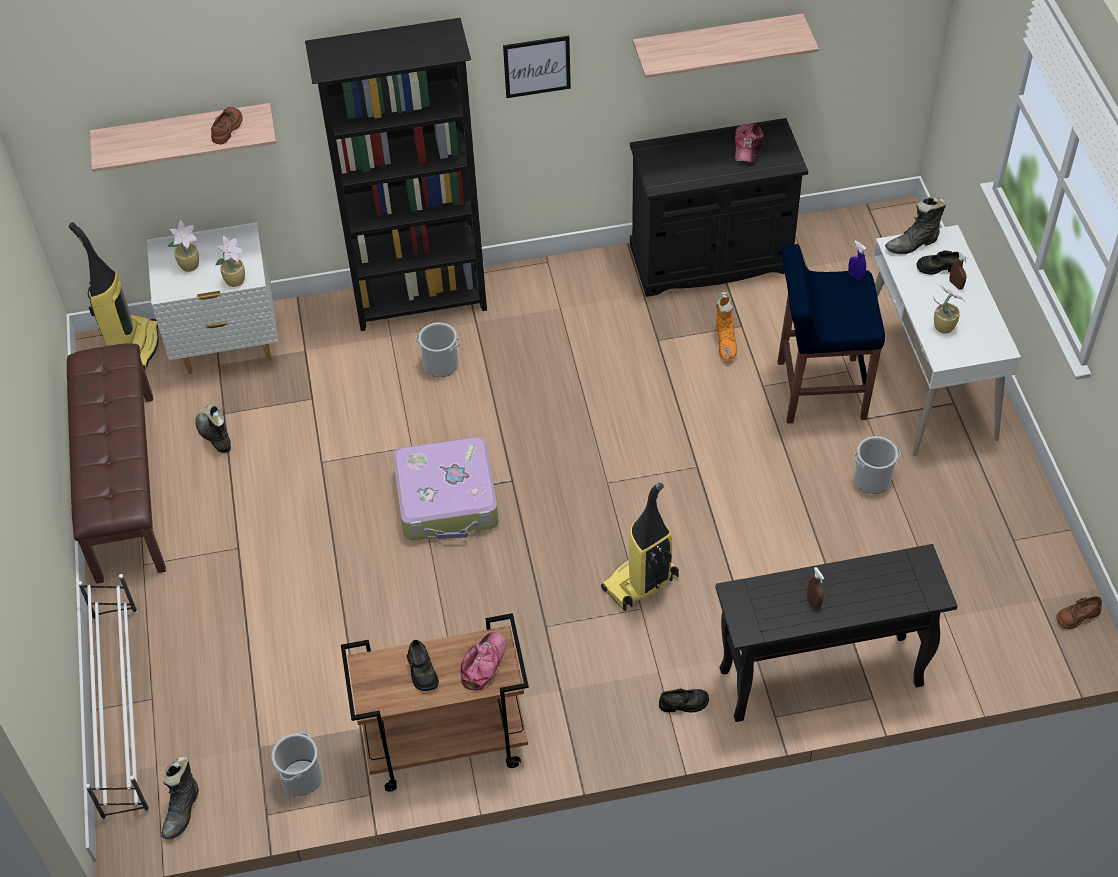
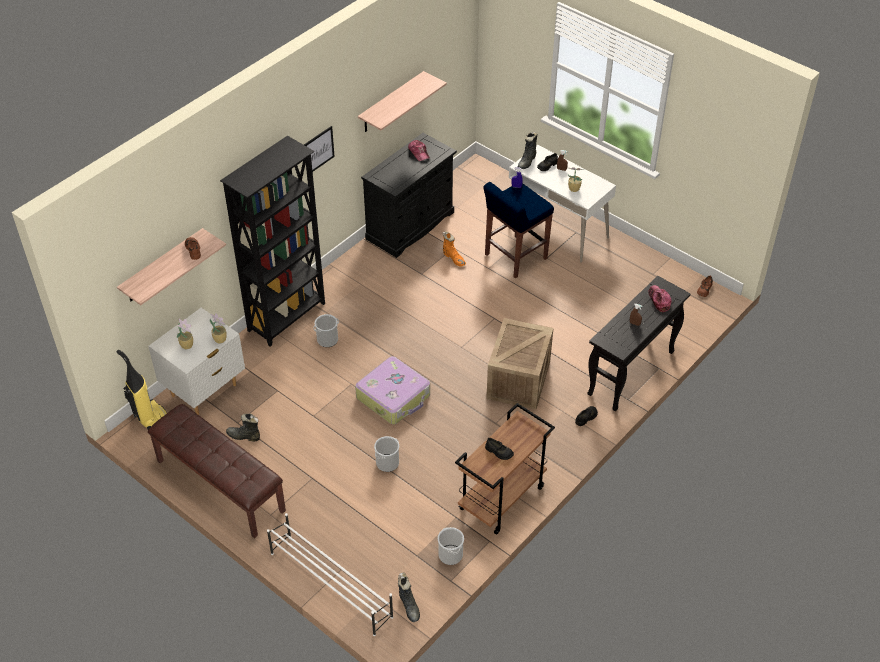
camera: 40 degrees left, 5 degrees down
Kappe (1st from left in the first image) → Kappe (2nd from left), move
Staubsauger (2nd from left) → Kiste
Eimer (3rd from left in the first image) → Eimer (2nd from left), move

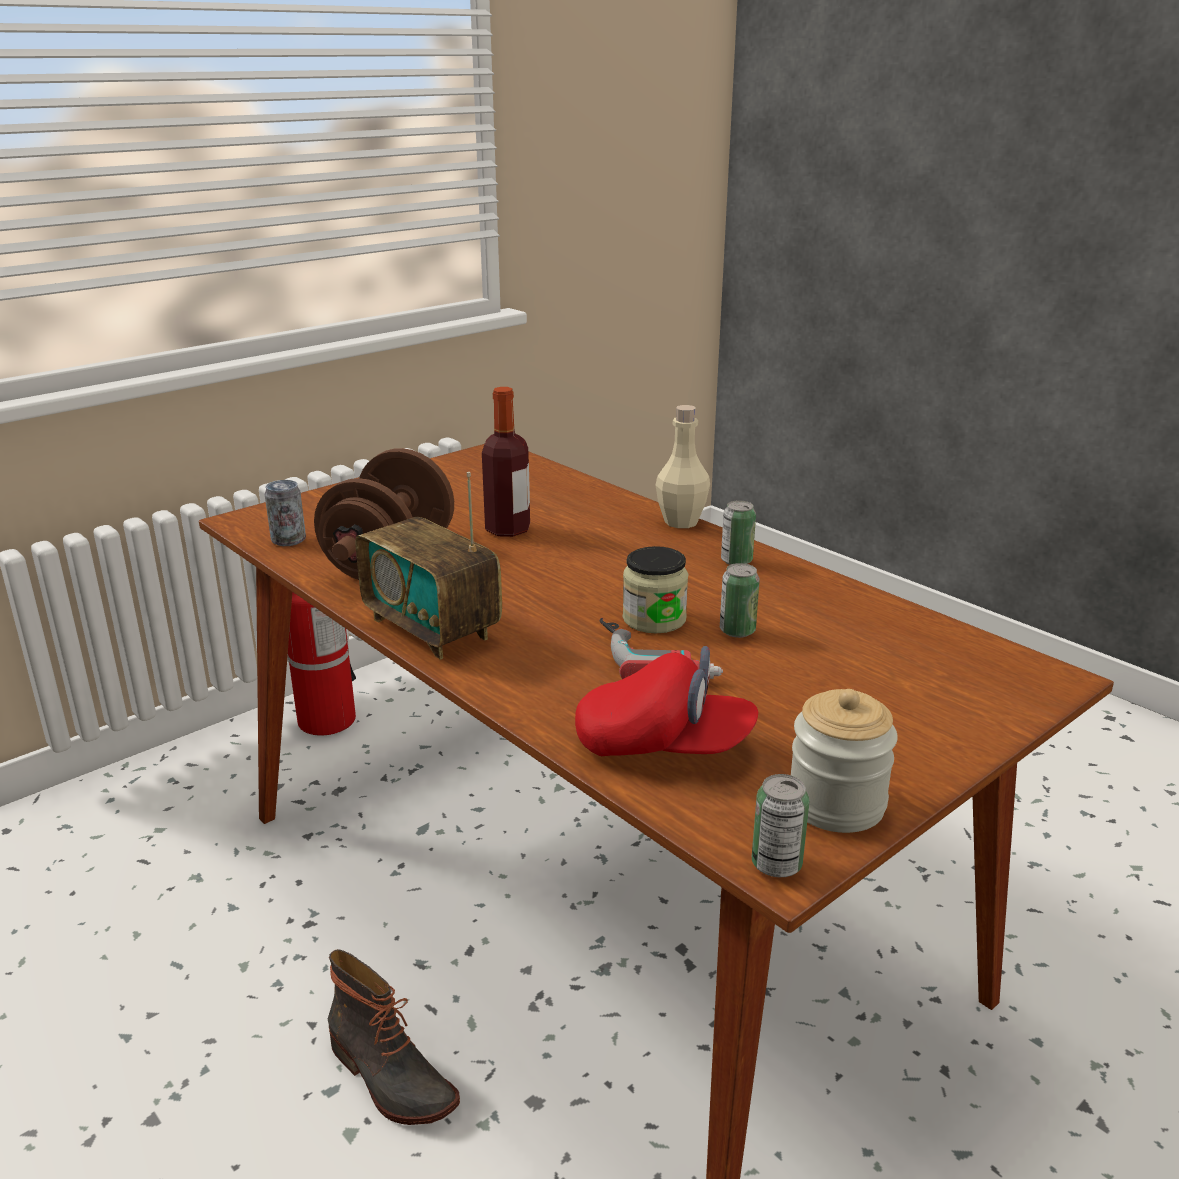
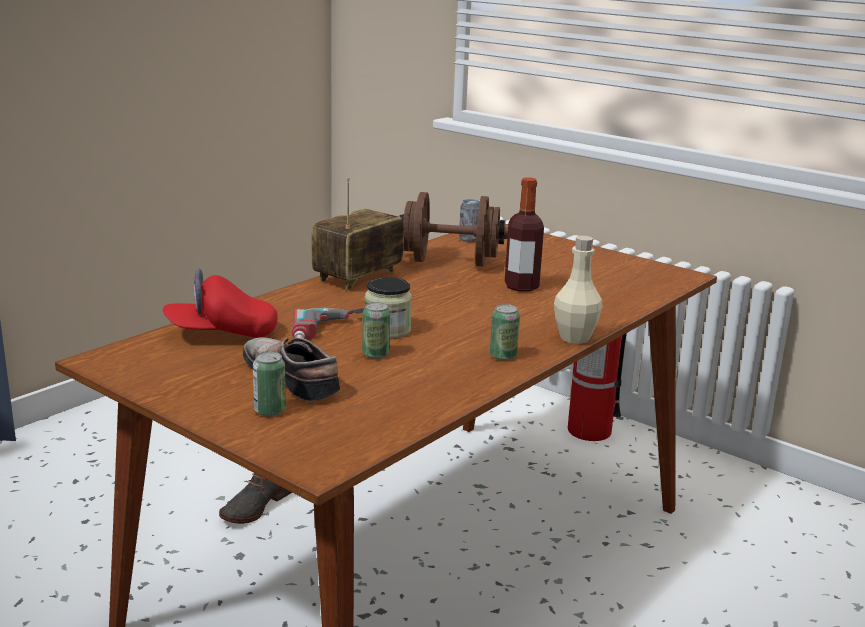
camera: 80 degrees right, 5 degrees down
Kappe/rot, 75 degrees clockwise
Dose (4th from left in the first image) → Dose (1st from left), move
Vorratsglas (2nd from left) → -
- → Schuh

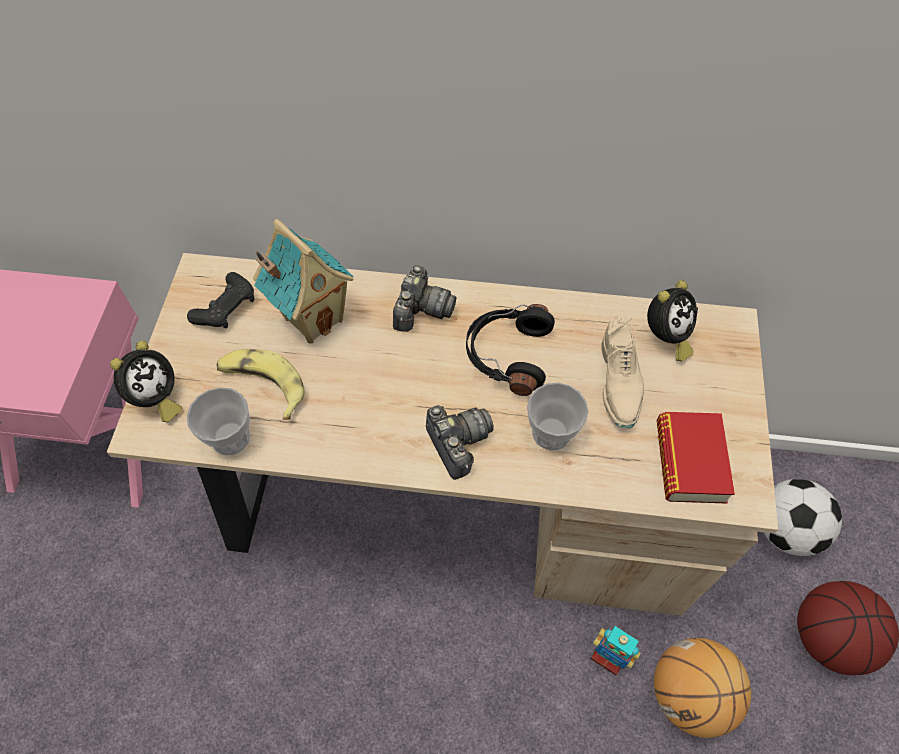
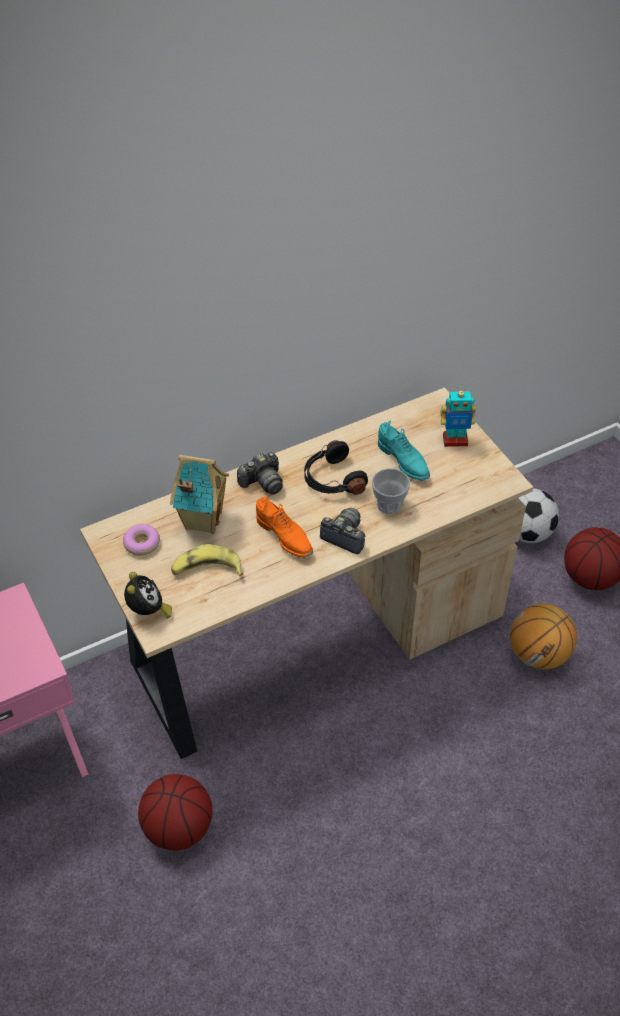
camera: 35 degrees left, 10 degrees down
Gamepad/schwarz → Donut
Tasse (1st from left) → -
Kamera (1st from left), 75 degrees clockwise
Spielzeugroboter, move
Schuh/beige → Schuh/türkis
Wecker (2nd from left) → -
Buch → -
- → Basketball (1st from left)
- → Schuh/orange

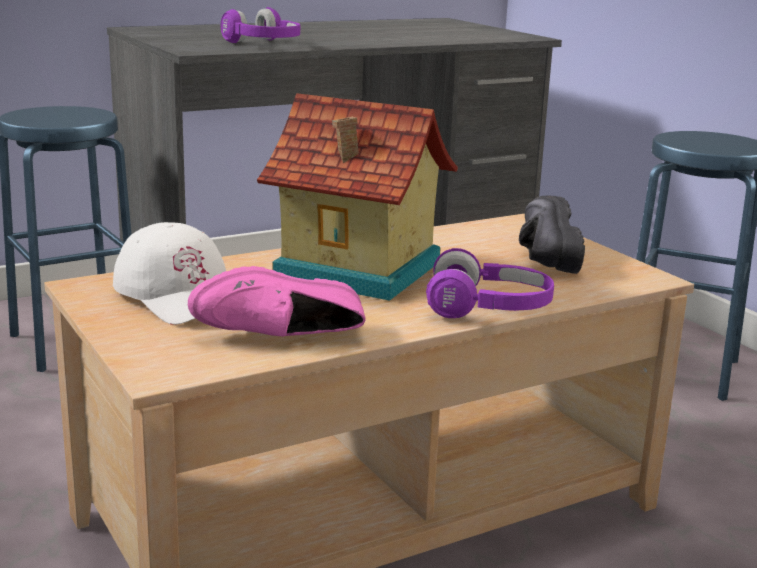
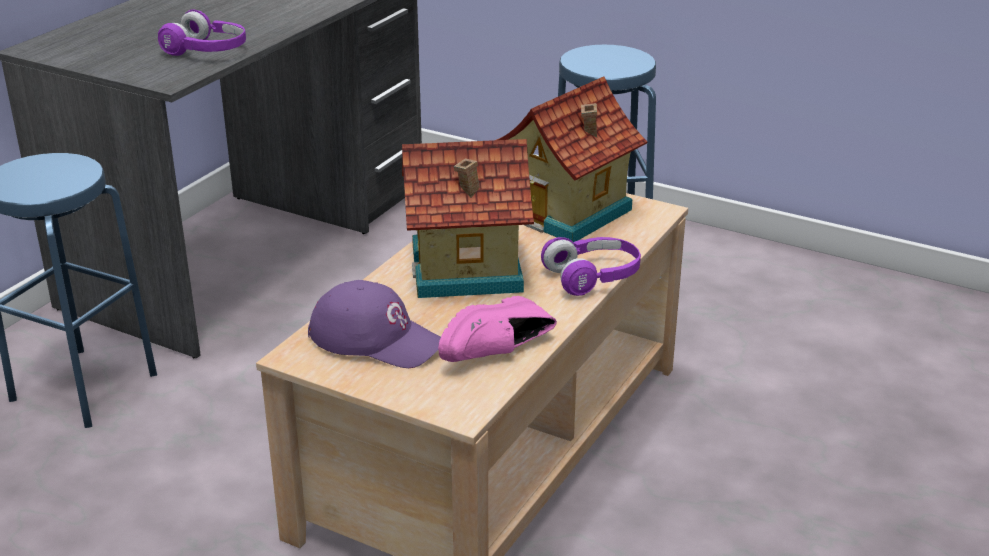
camera: 30 degrees left, 10 degrees up
Kappe/weiß → Kappe/lila
Schuh/schwarz → Spielzeughaus (2nd from left)

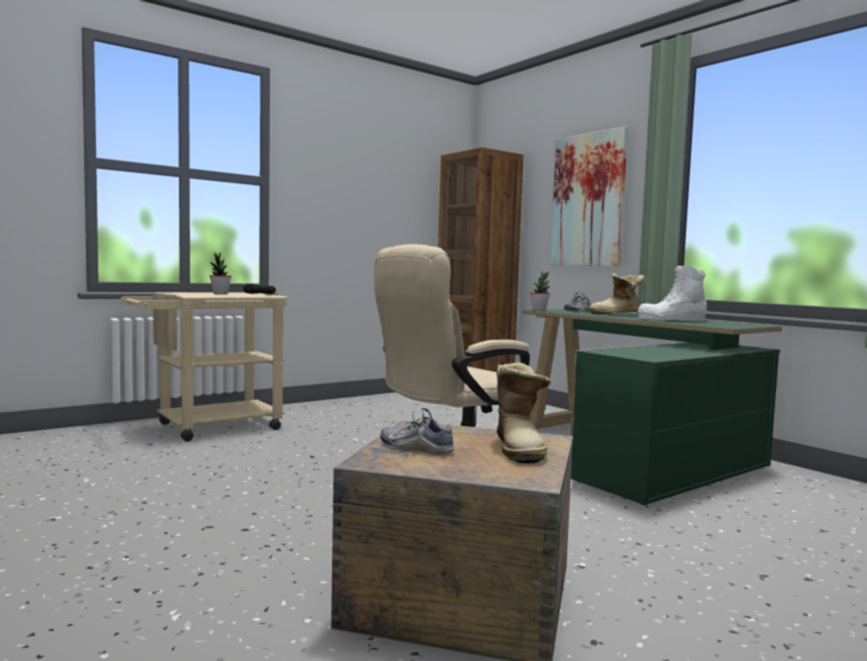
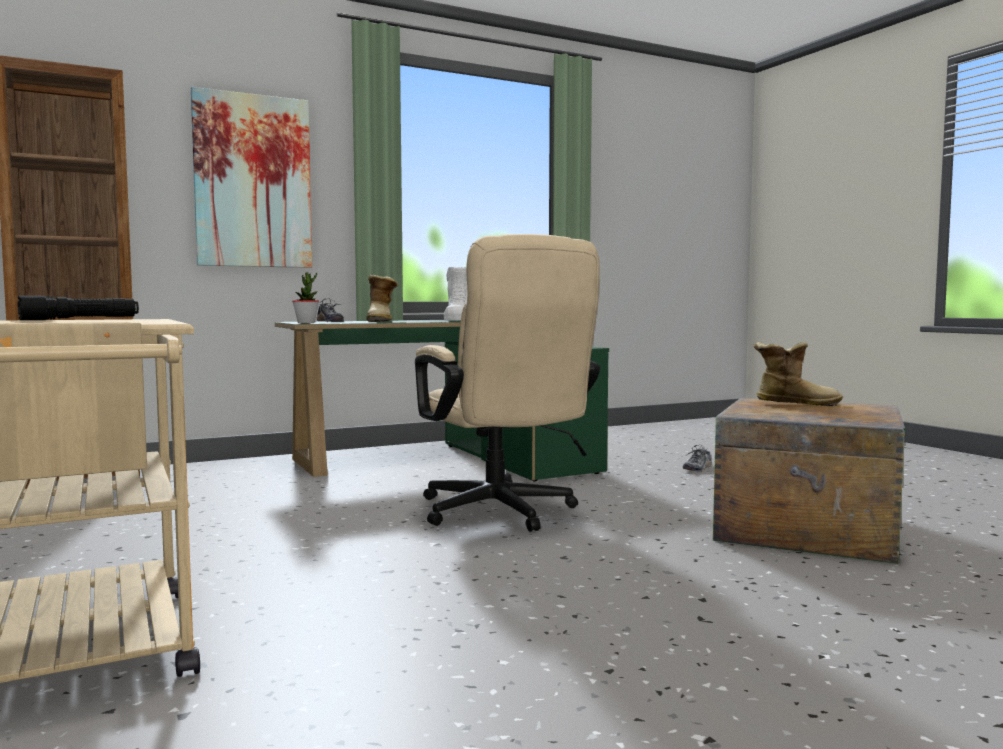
camera: 80 degrees left, 0 degrees up
Topfpflanze (1st from left) → -
Schuh (1st from left in the first image) → Schuh (2nd from left), move

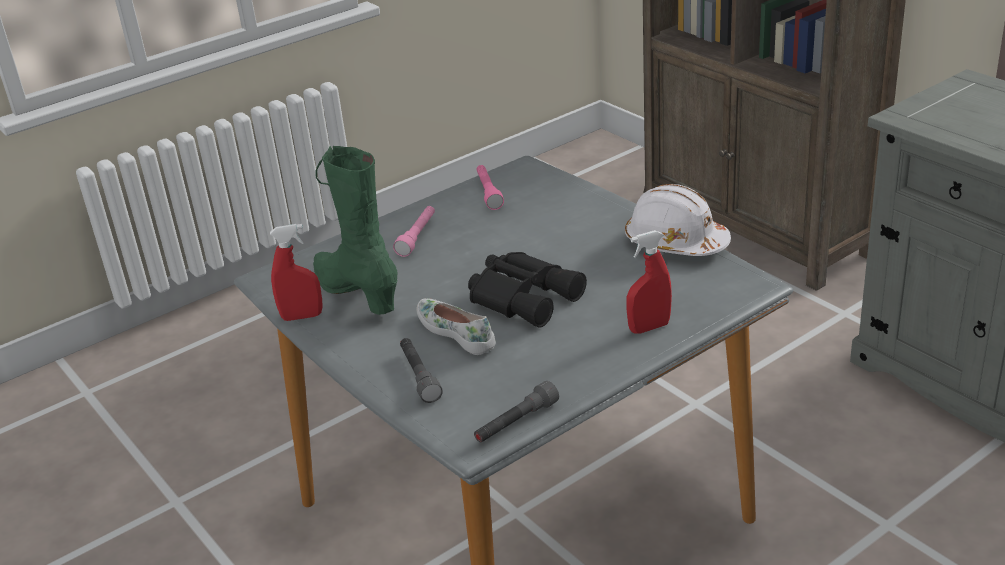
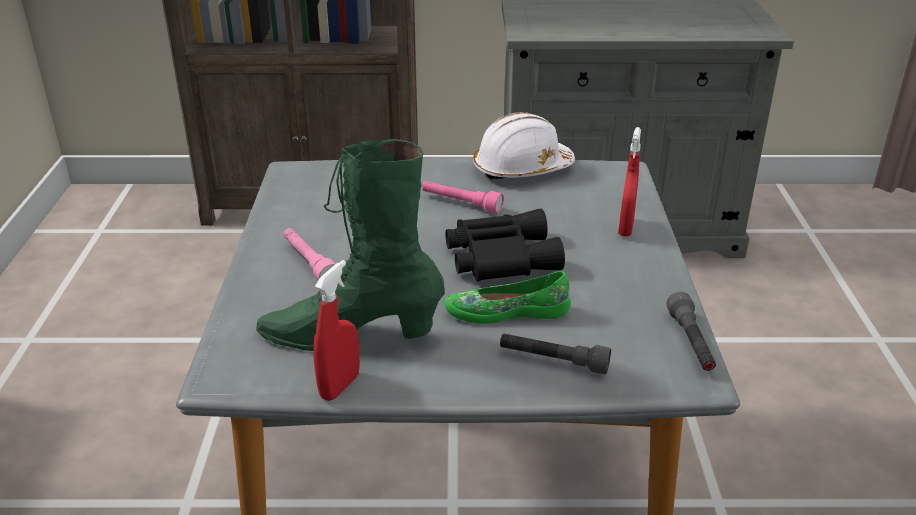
camera: 55 degrees left, 0 degrees up
Schuh/weiß → Schuh/grün
Taschenlampe/rosa (2nd from left), move

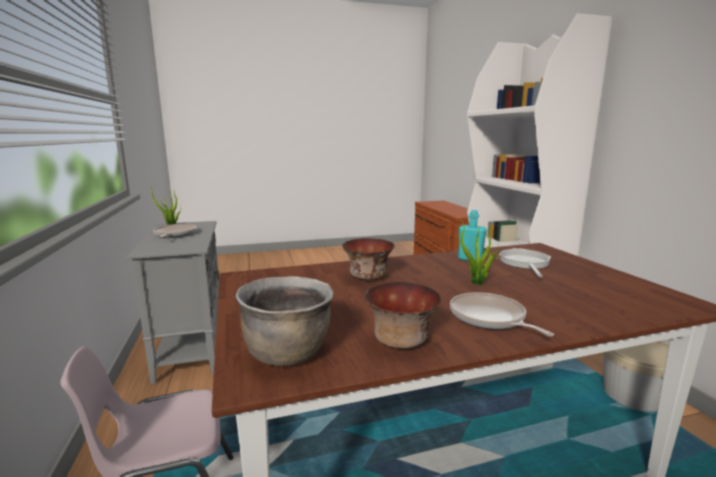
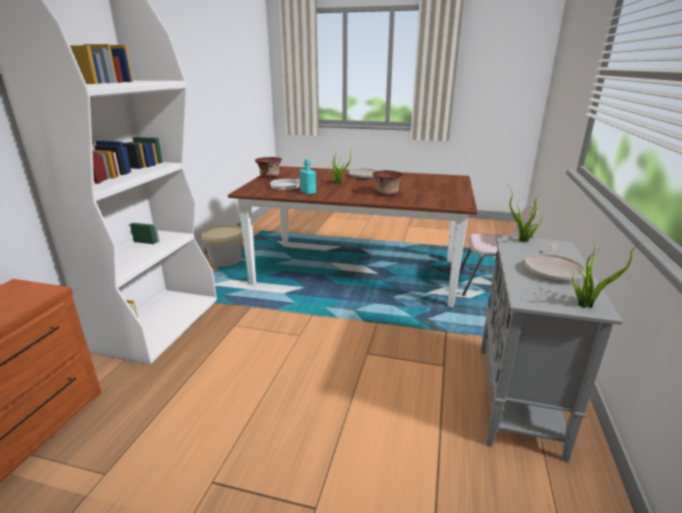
camera: 150 degrees left, 10 degrees up
Kochtopf/braun → -
Schüssel (2nd from left in the first image) → Schüssel (1st from left), move
- → Topfpflanze (2nd from left)

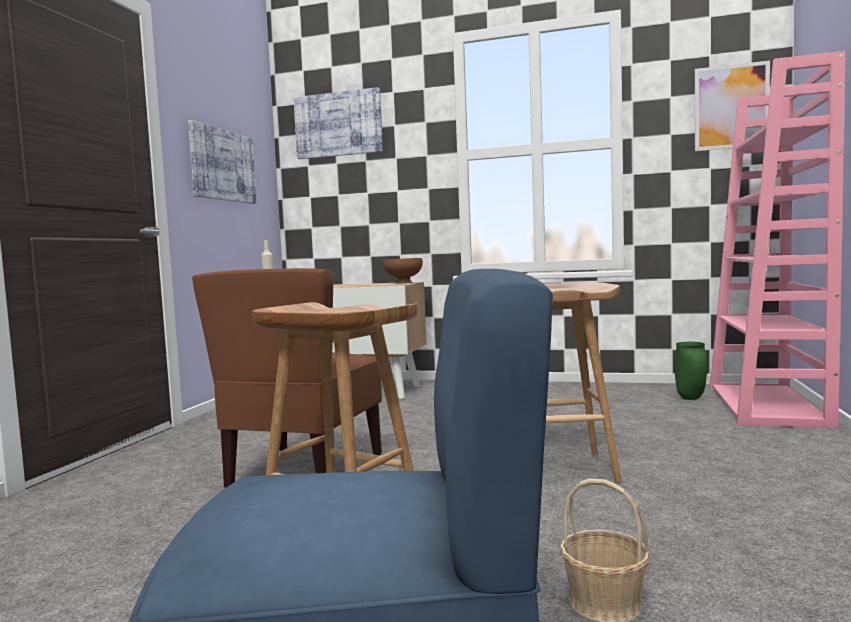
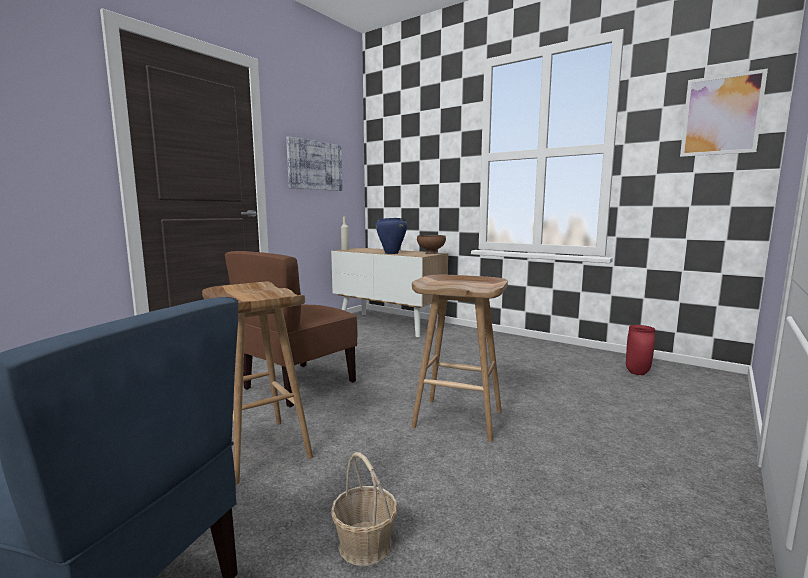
camera: 20 degrees right, 5 degrees up
Bild (2nd from left) → -
Vase/grün → Vase/rot
Bücherregal/rosa → -
- → Kochtopf/blau

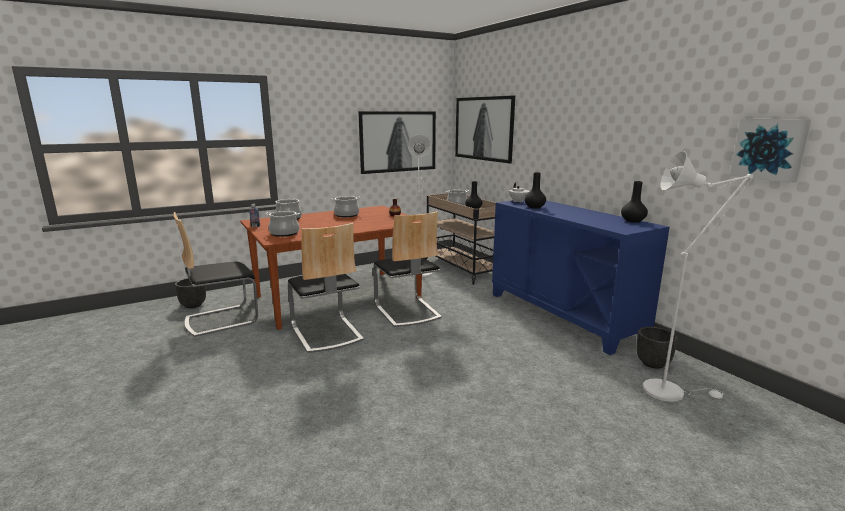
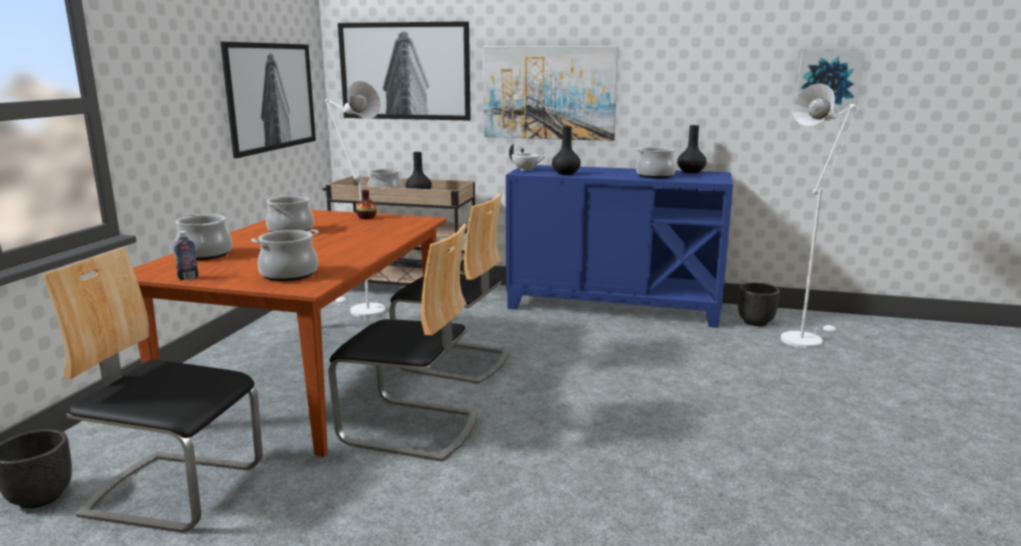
camera: 45 degrees left, 0 degrees up
Stuhl (1st from left), 90 degrees clockwise
- → Bild (3rd from left)
- → Kochtopf (5th from left)

